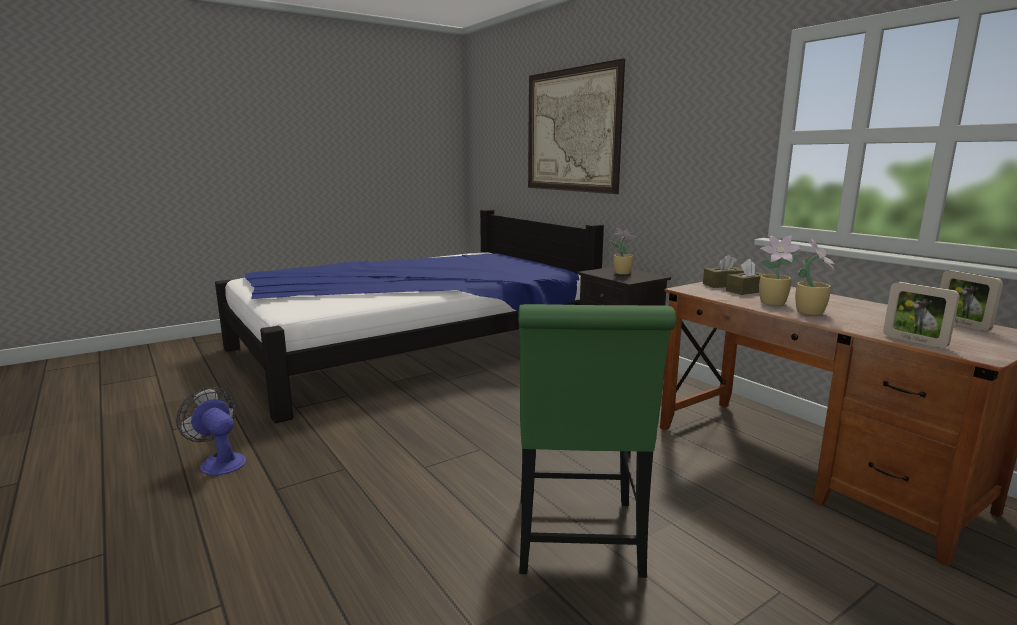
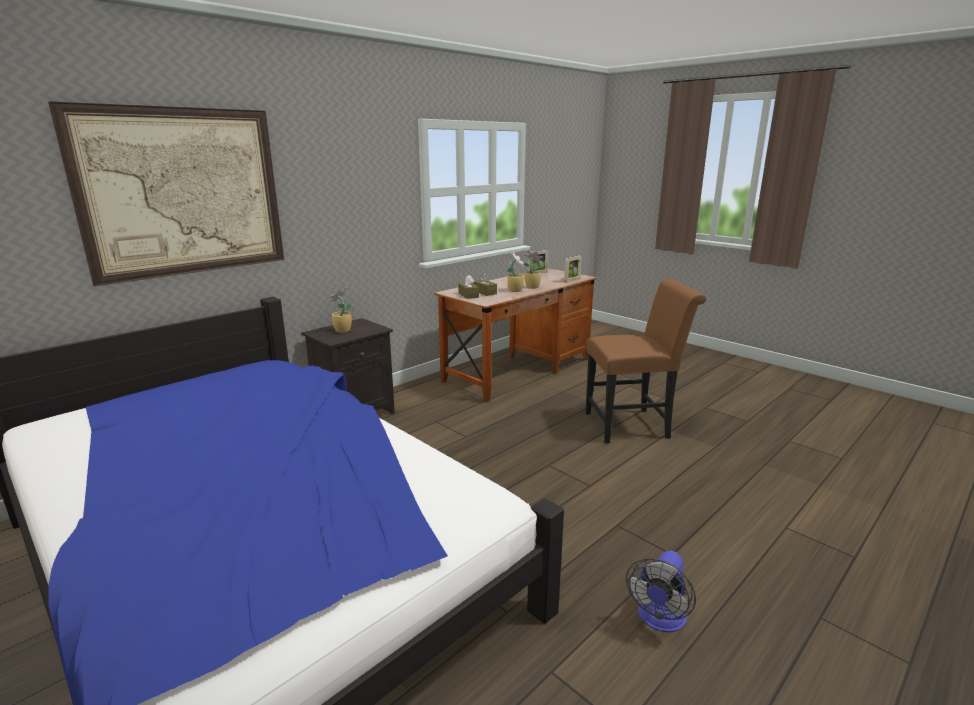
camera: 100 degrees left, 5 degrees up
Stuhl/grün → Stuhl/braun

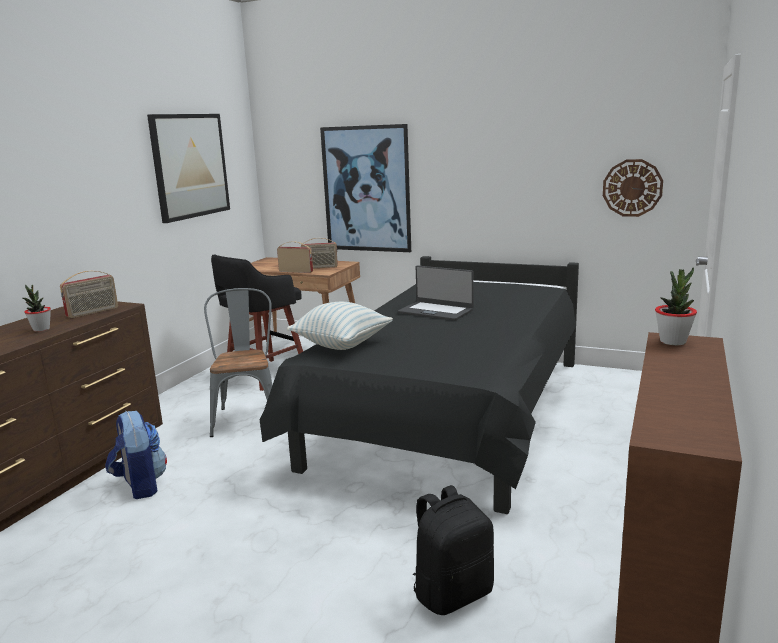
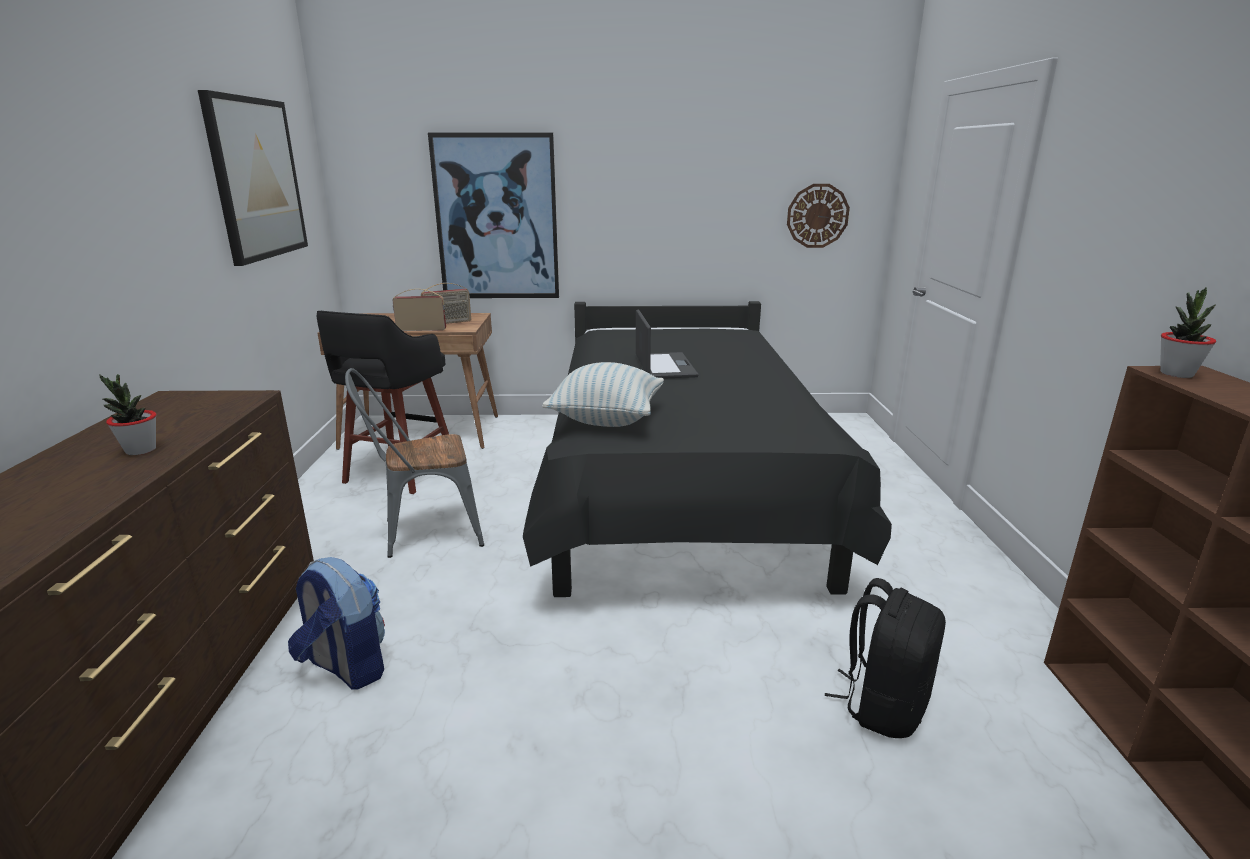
camera: 25 degrees left, 5 degrees up
Radio (1st from left) → -
Stuhl/grau, 75 degrees counterclockwise
Laptop, 105 degrees counterclockwise

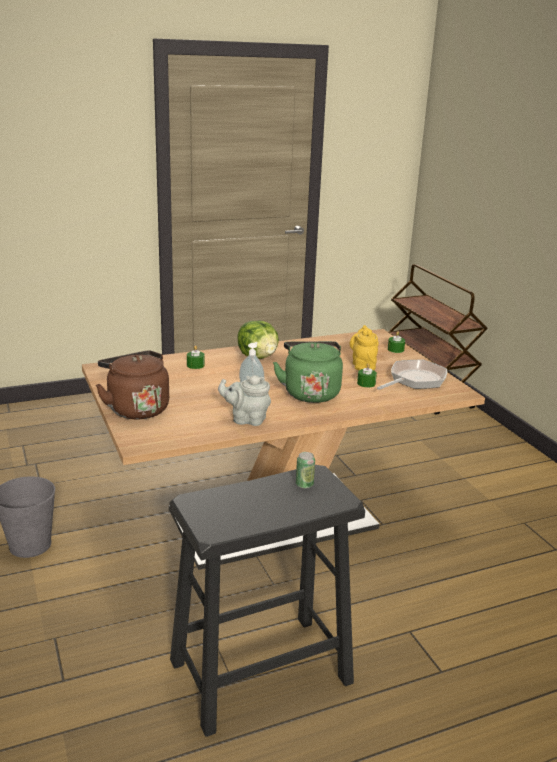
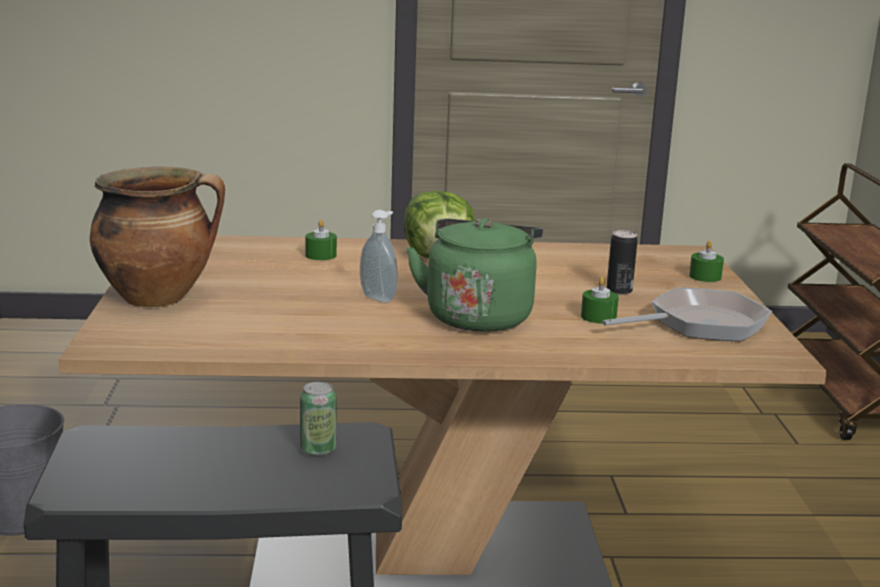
camera: 20 degrees right, 5 degrees down
Wasserkessel/braun → Kochtopf
Teekanne/grau → -
Teekanne/gelb → Dose (2nd from left)

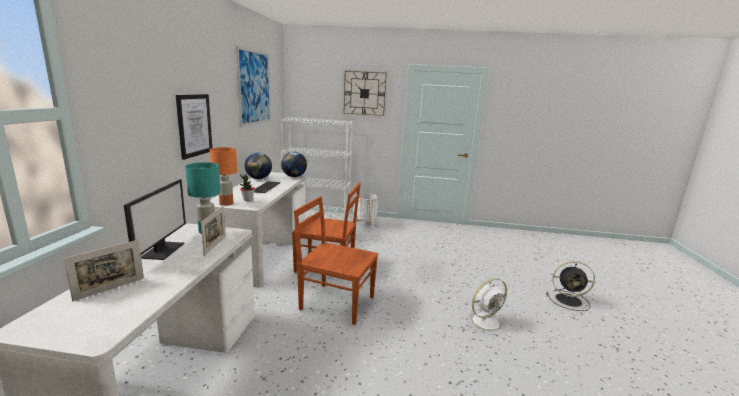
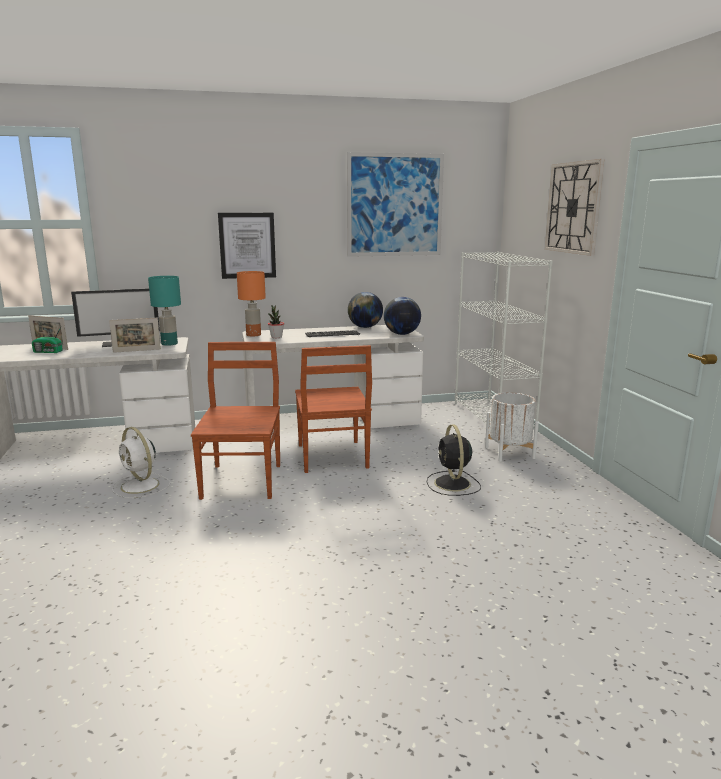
camera: 70 degrees right, 0 degrees up
Ventilator/weiß, move
Ventilator/schwarz, move
- → Radio

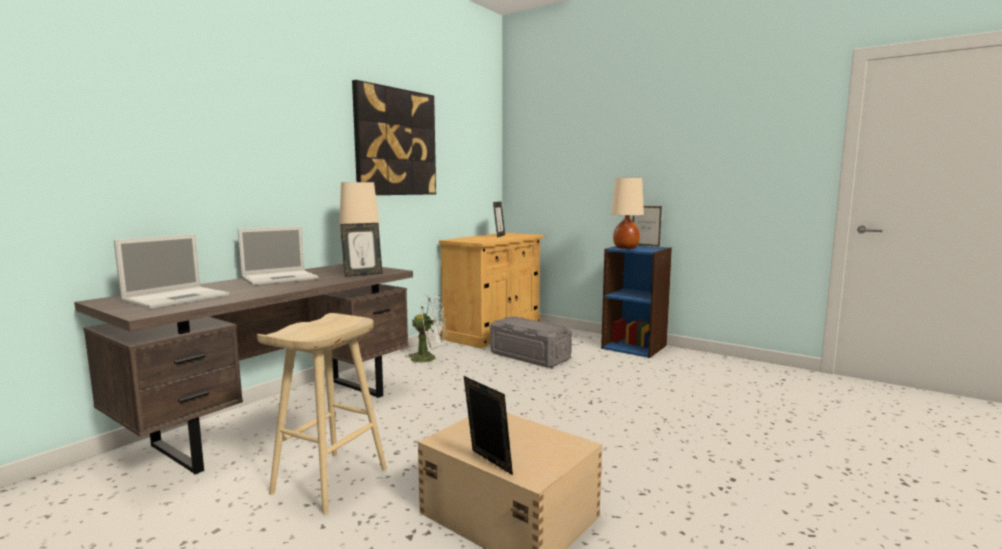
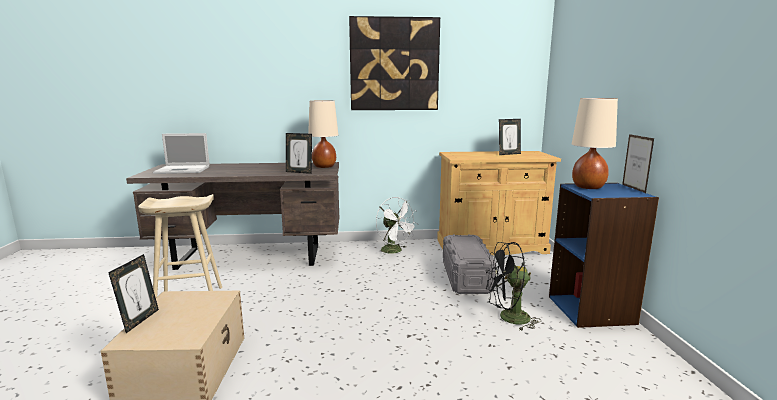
camera: 50 degrees right, 5 degrees up
Laptop (2nd from left) → -
- → Ventilator/schwarz

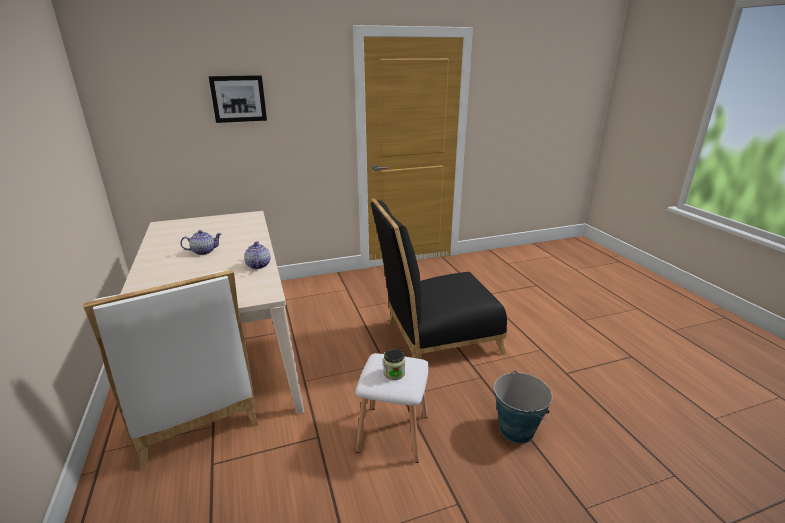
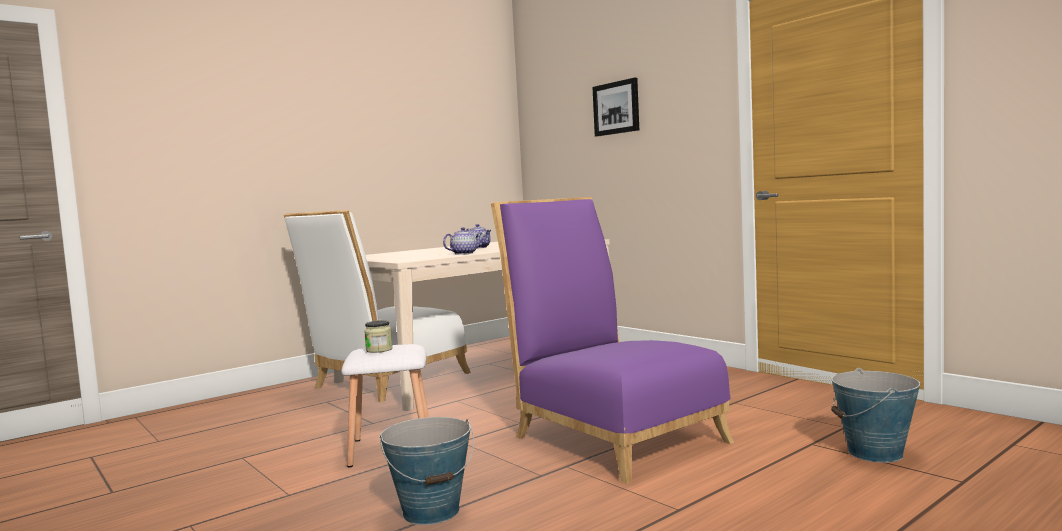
camera: 70 degrees right, 20 degrees down
Stuhl/schwarz → Stuhl/lila
- → Eimer (2nd from left)

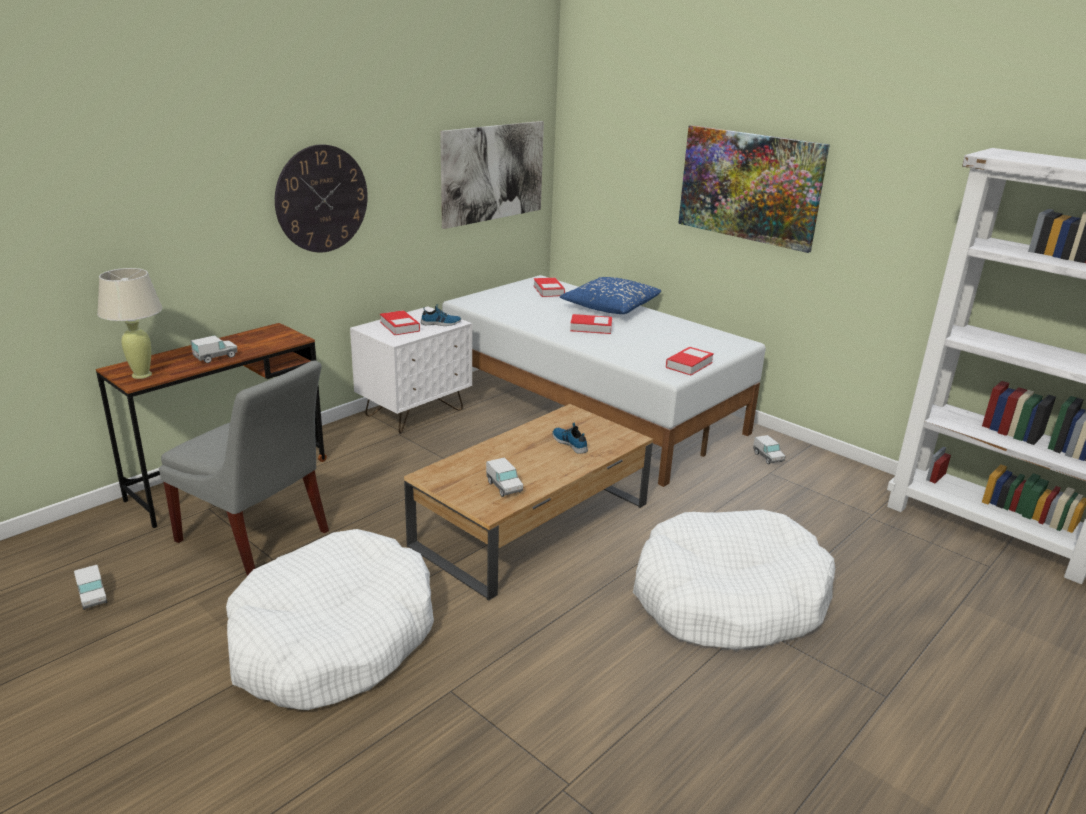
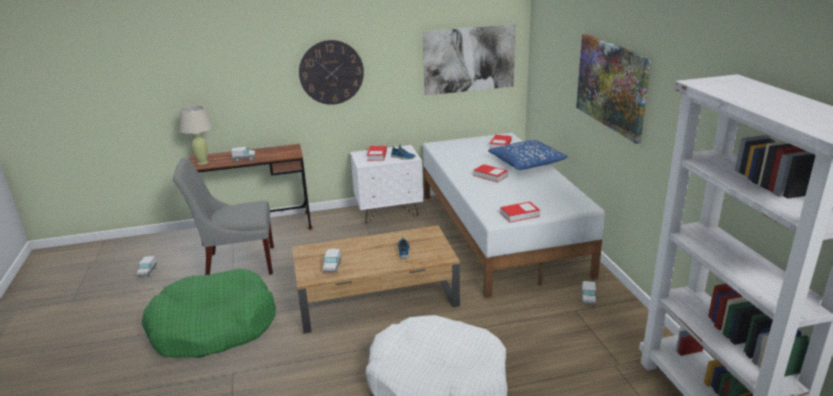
camera: 35 degrees right, 0 degrees up
Stuhl/grau, 105 degrees clockwise
Hundebett/weiß (1st from left) → Hundebett/grün

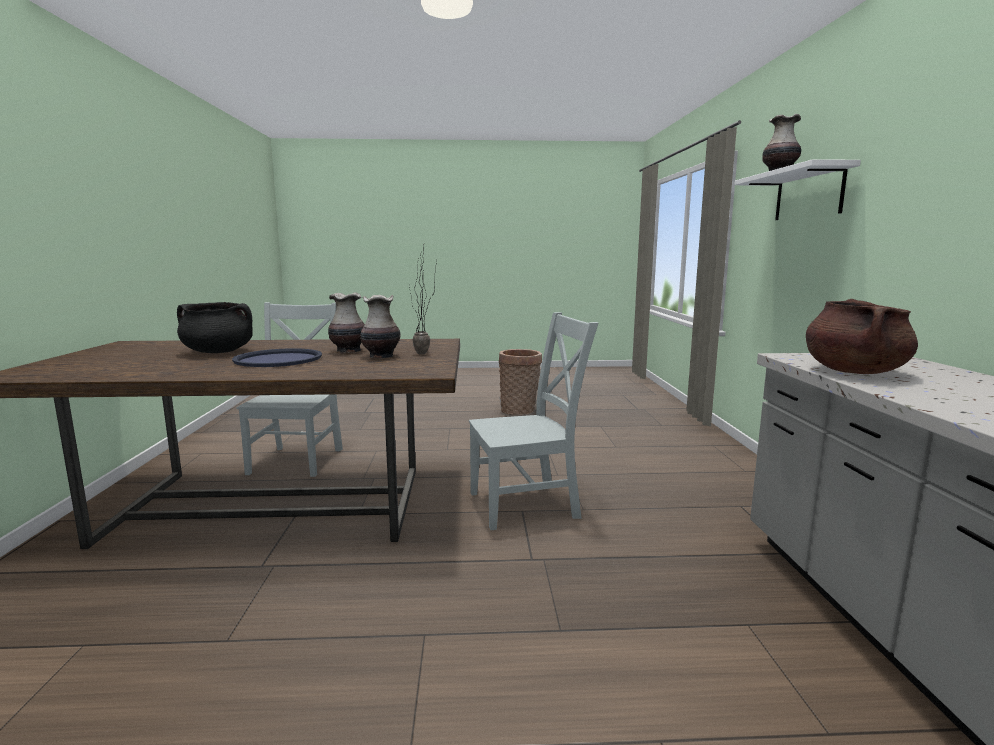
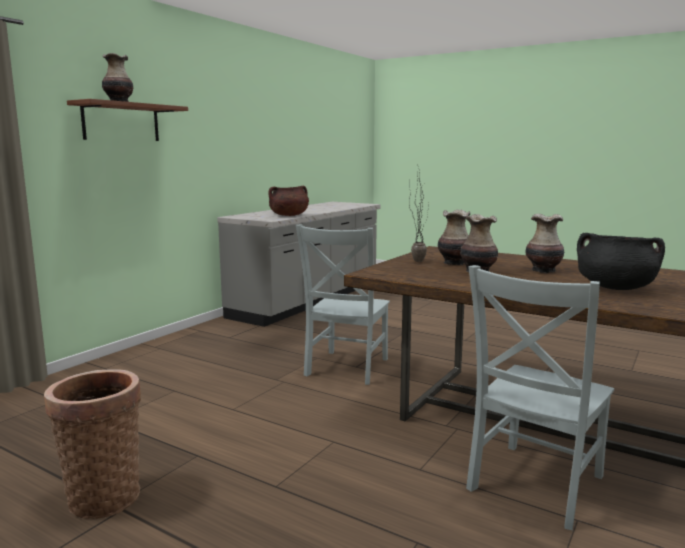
camera: 145 degrees left, 0 degrees up
Tablett/blau → Vase (4th from left)
Stuhl/grau (2nd from left in the first image) → Stuhl/grau (1st from left), 90 degrees counterclockwise
Wandregal/weiß → Wandregal/braun

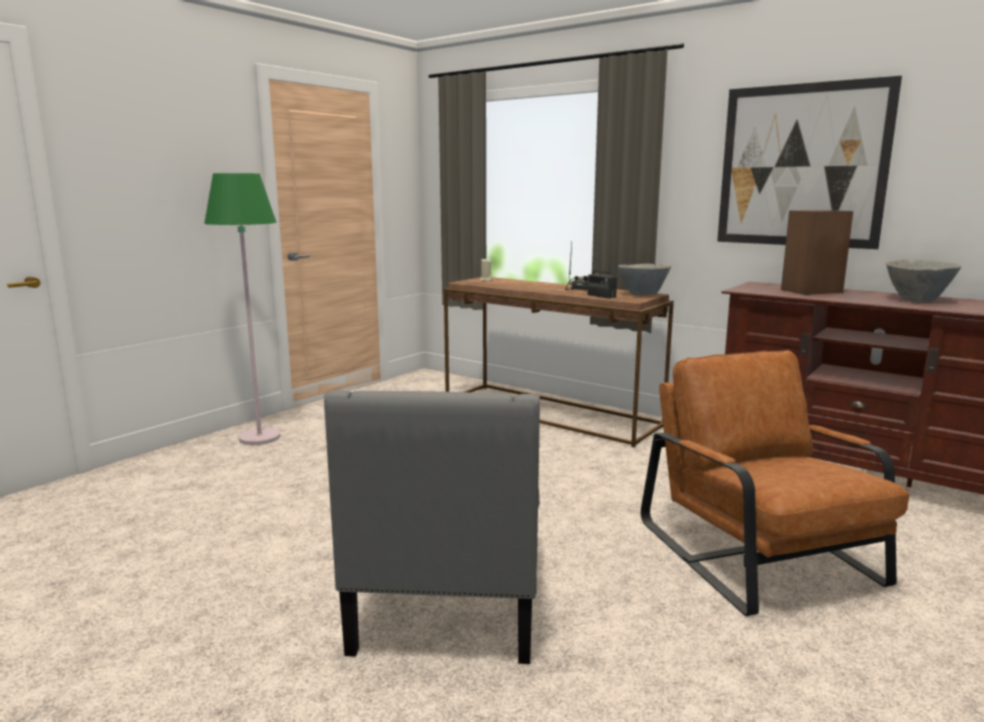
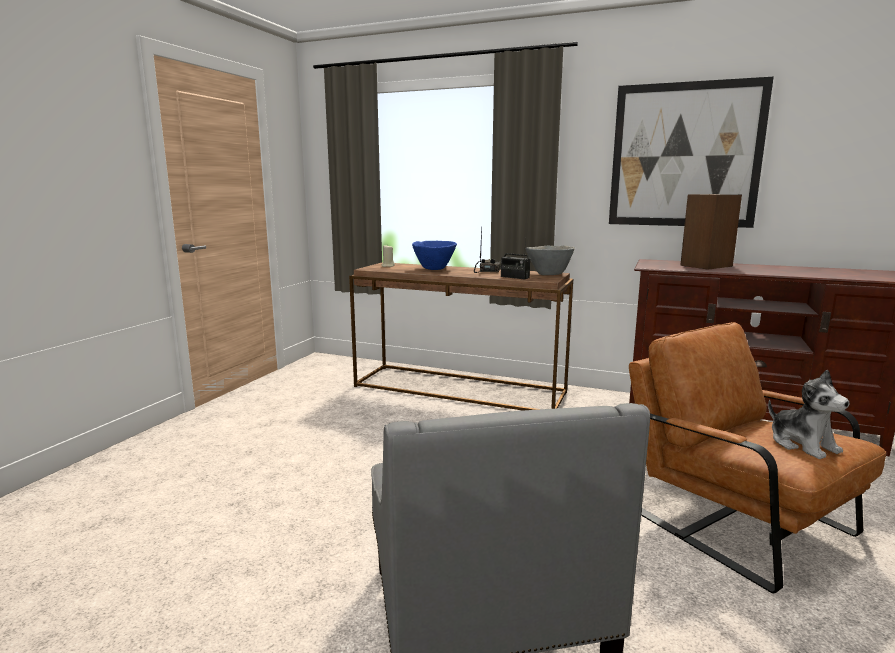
camera: 15 degrees left, 0 degrees up
Stehlampe/grün → -
Schüssel/grau (2nd from left) → -
- → Schüssel/blau
- → Plüschtier

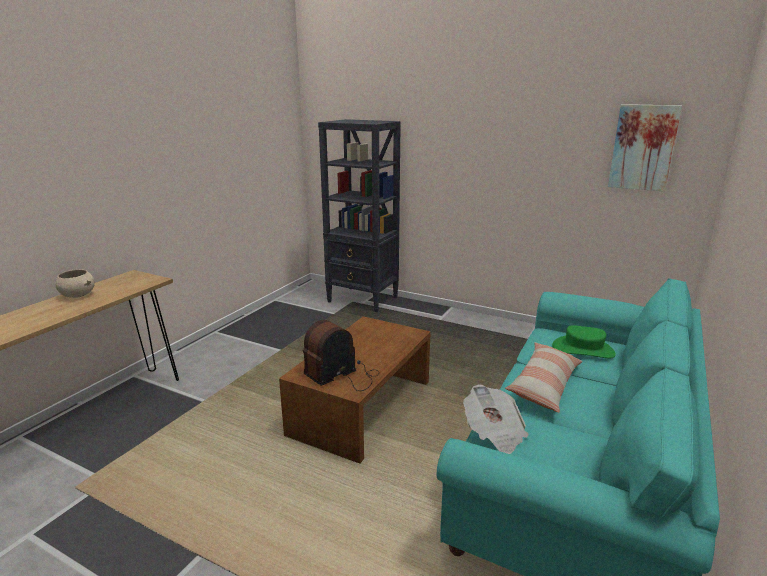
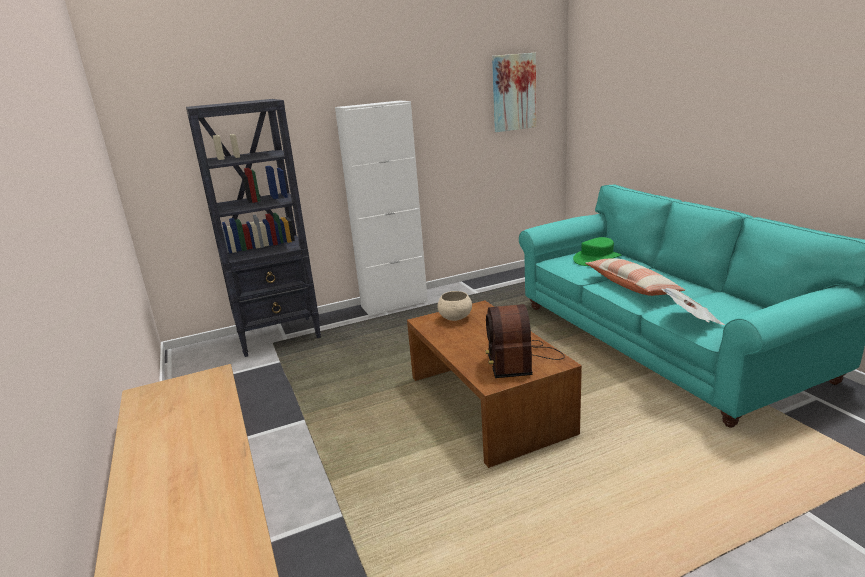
camera: 50 degrees left, 0 degrees up
Schüssel/beige, move
- → Schrank/weiß

